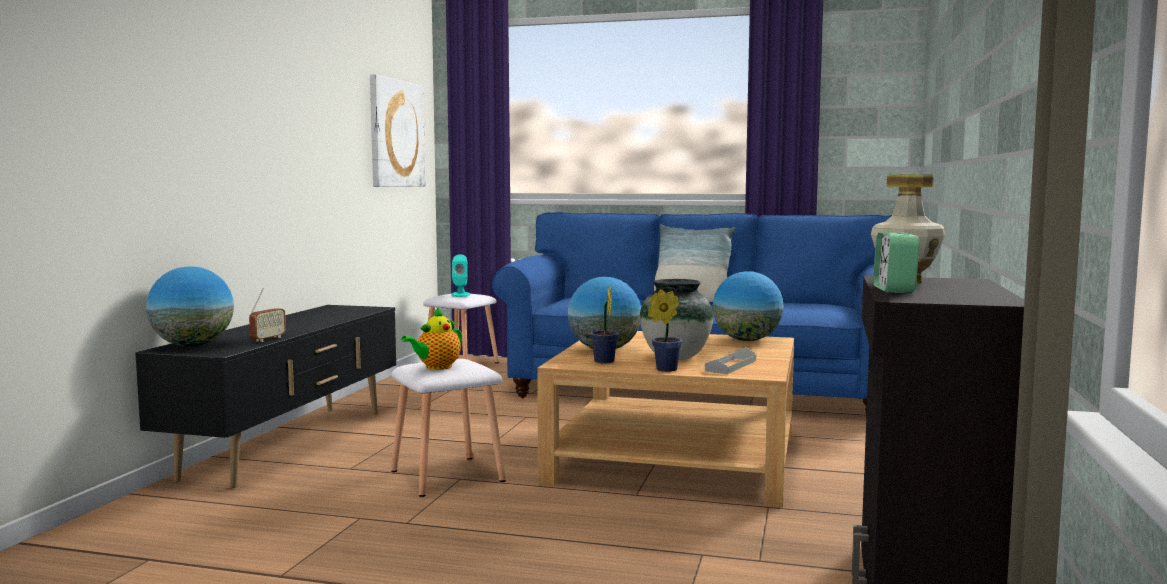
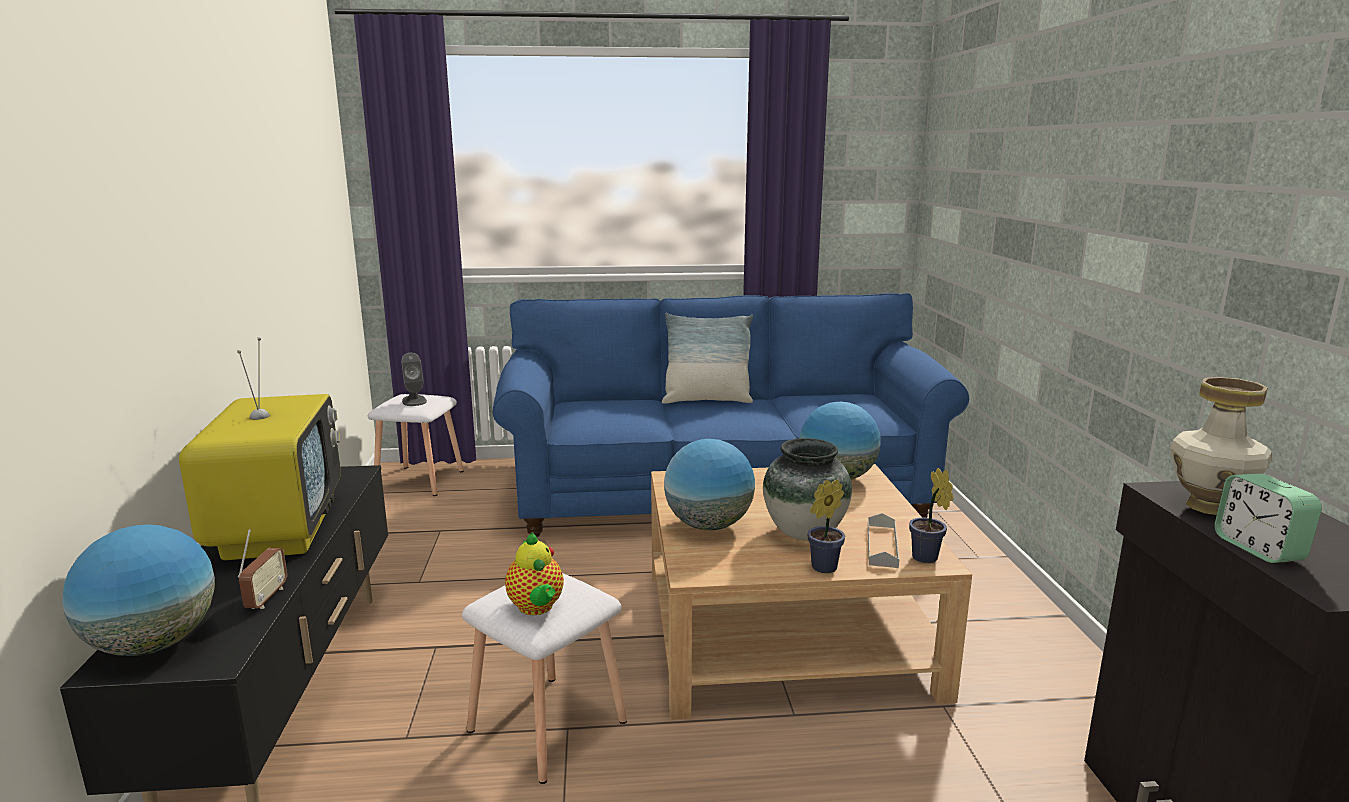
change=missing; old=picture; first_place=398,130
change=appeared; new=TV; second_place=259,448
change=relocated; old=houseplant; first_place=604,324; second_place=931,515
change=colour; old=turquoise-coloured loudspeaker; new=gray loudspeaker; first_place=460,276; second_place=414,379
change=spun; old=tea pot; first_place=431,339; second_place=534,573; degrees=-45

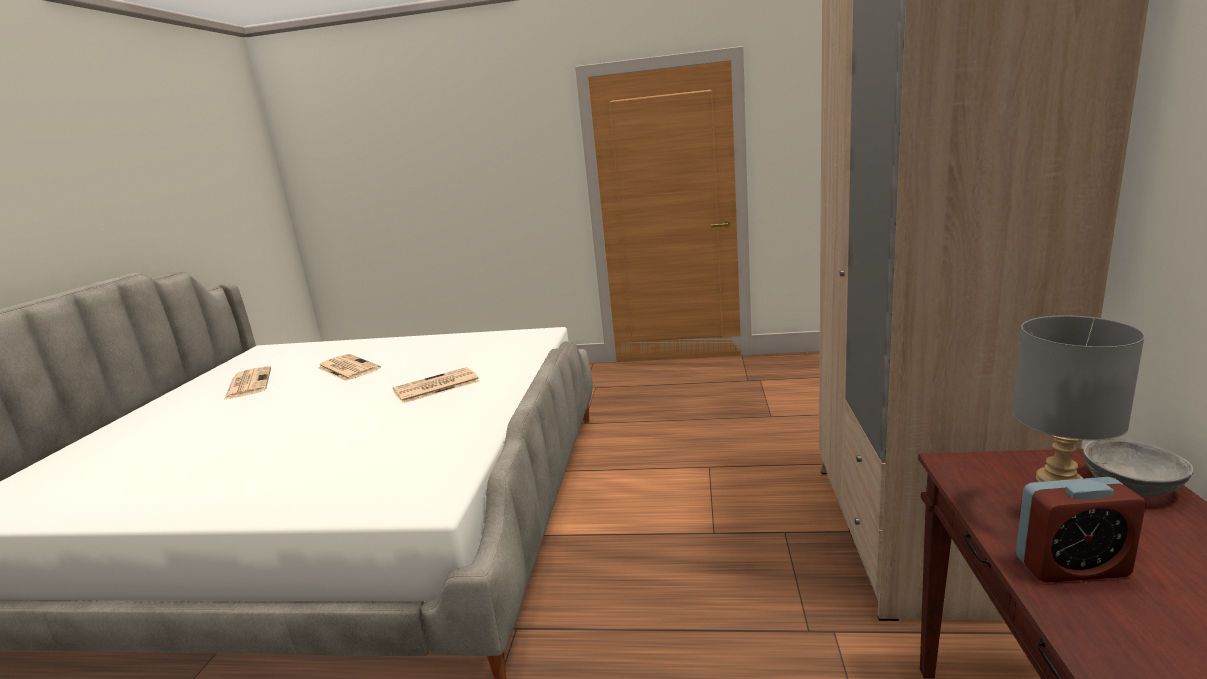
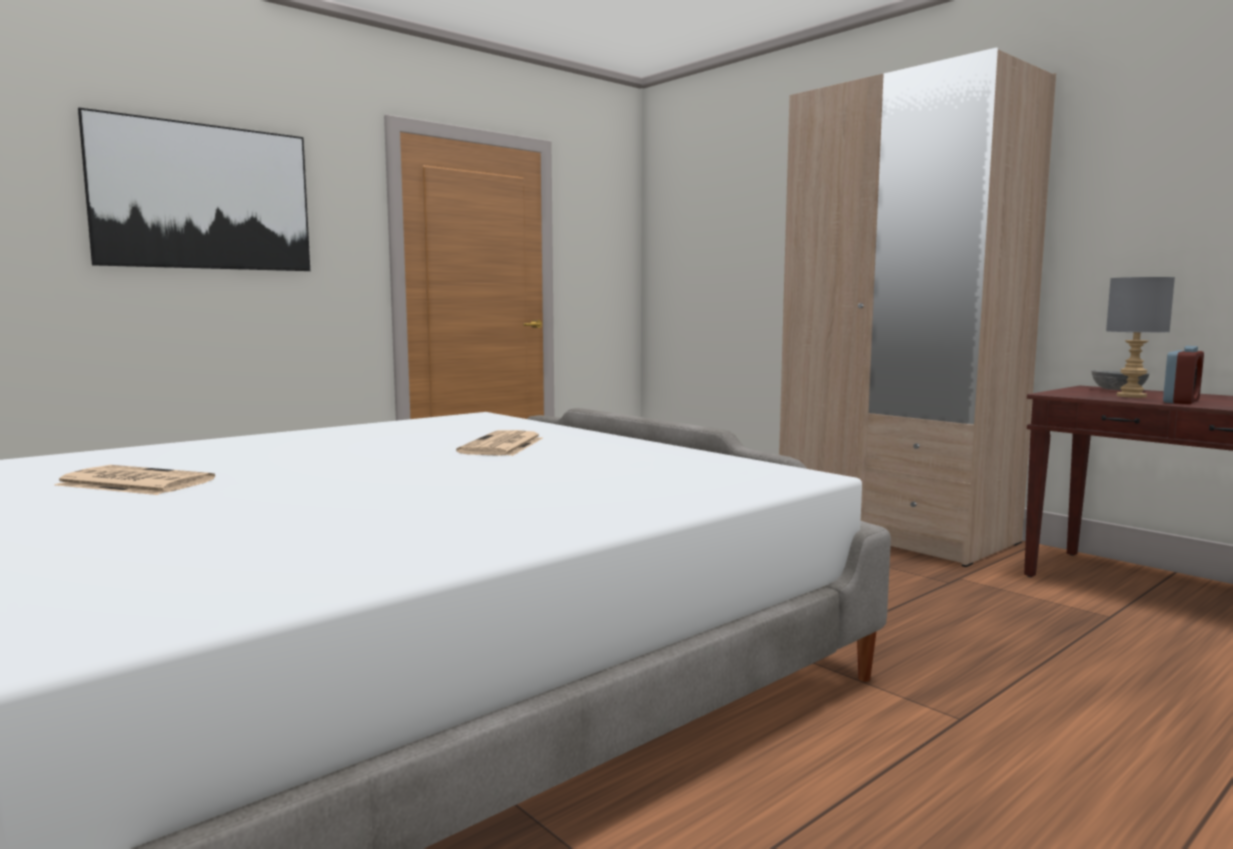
change=missing; old=daily paper; first_place=349,367
change=appeared; new=picture; second_place=194,189

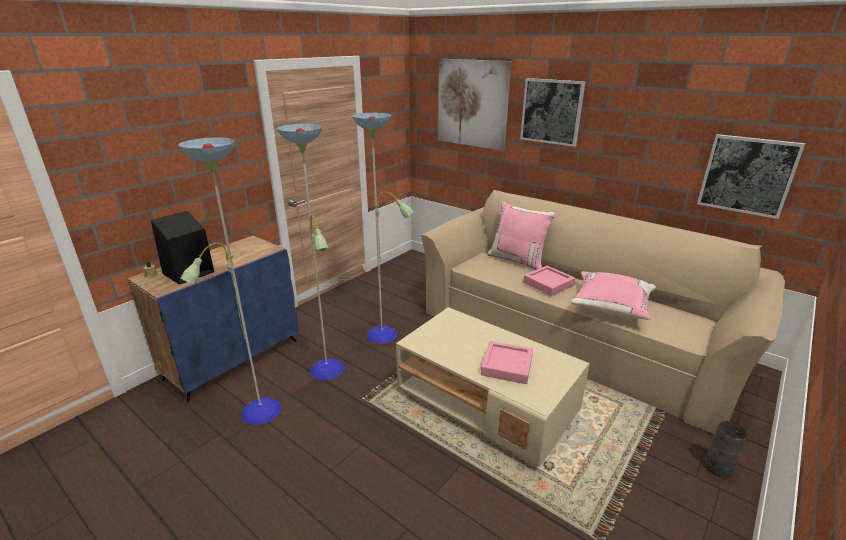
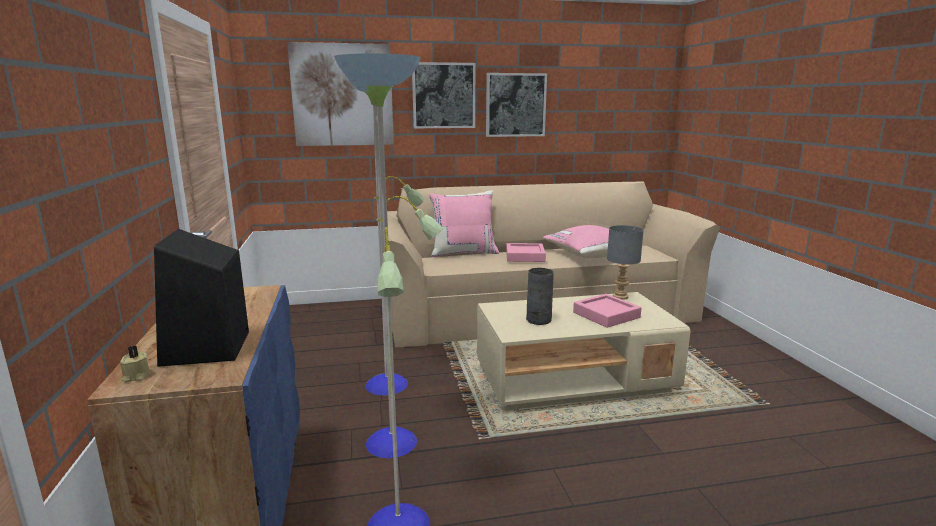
change=appeared; new=gray lamp for a table; second_place=625,262
change=relocated; old=picture; first_place=751,176; second_place=516,105
change=relocated; old=gray flower vase; first_place=726,449; second_place=540,296

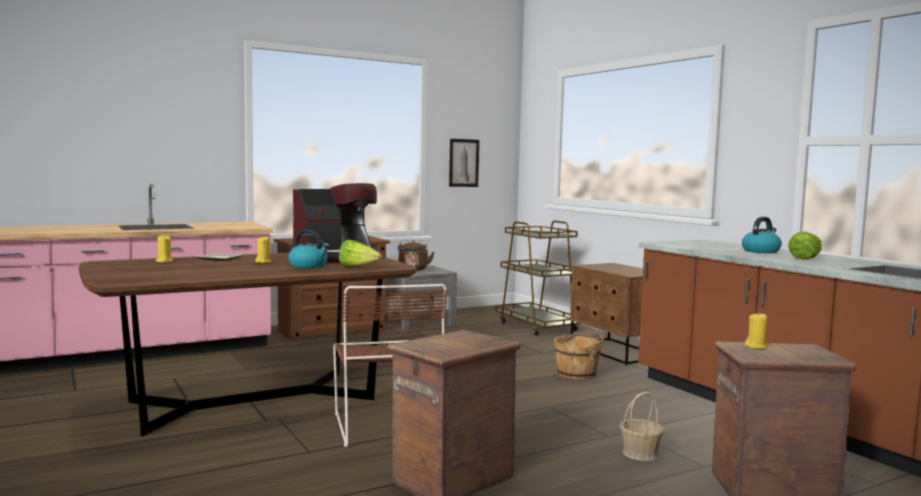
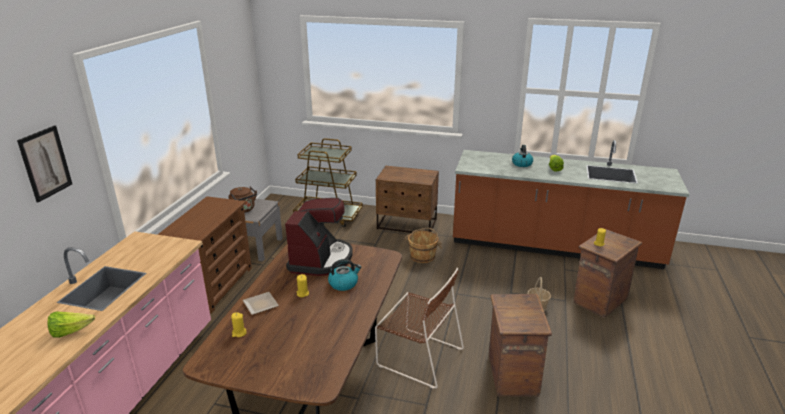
change=relocated; old=lettuce head; first_place=360,253; second_place=71,325
change=relocated; old=picture; first_place=464,163; second_place=44,164

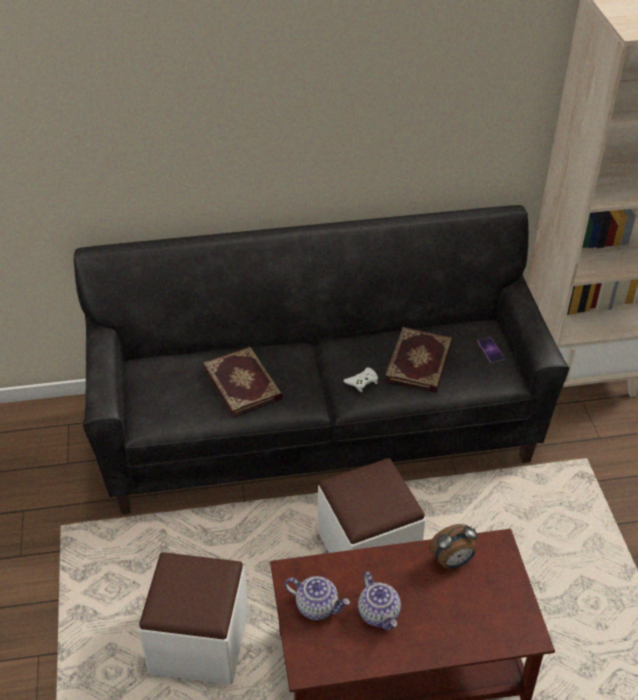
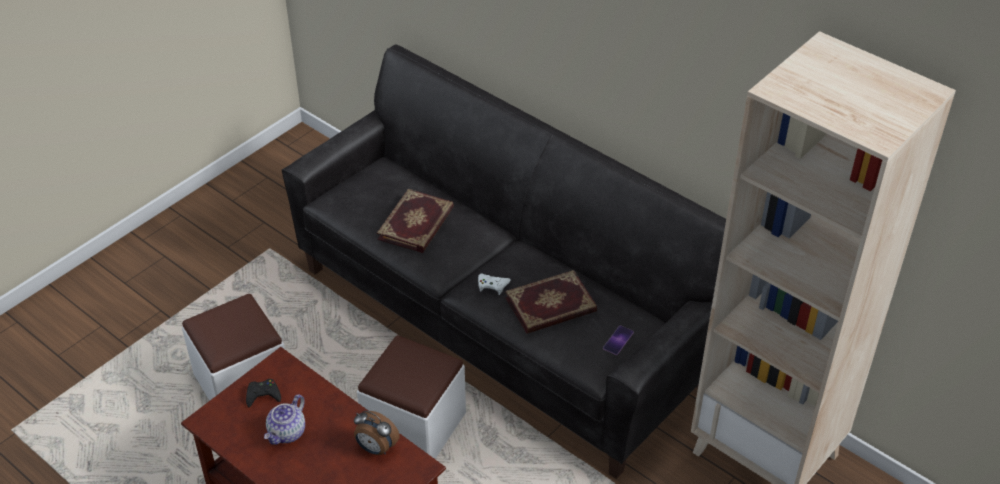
change=exchanged; old=tea pot; new=black joypad; first_place=317,598; second_place=263,393

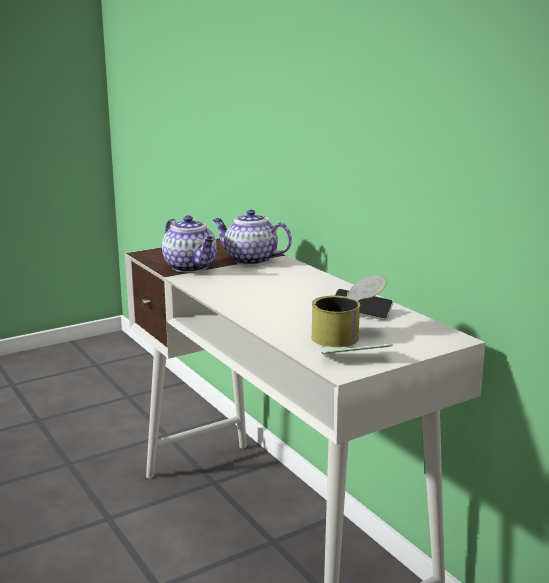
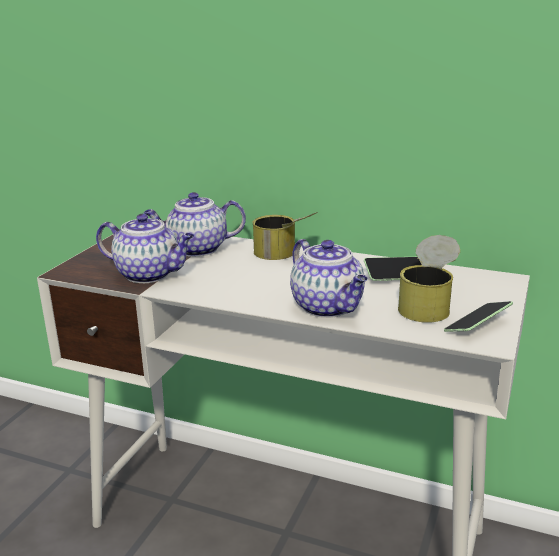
change=appeared; new=can; second_place=285,236
change=appeared; new=tea pot; second_place=329,278

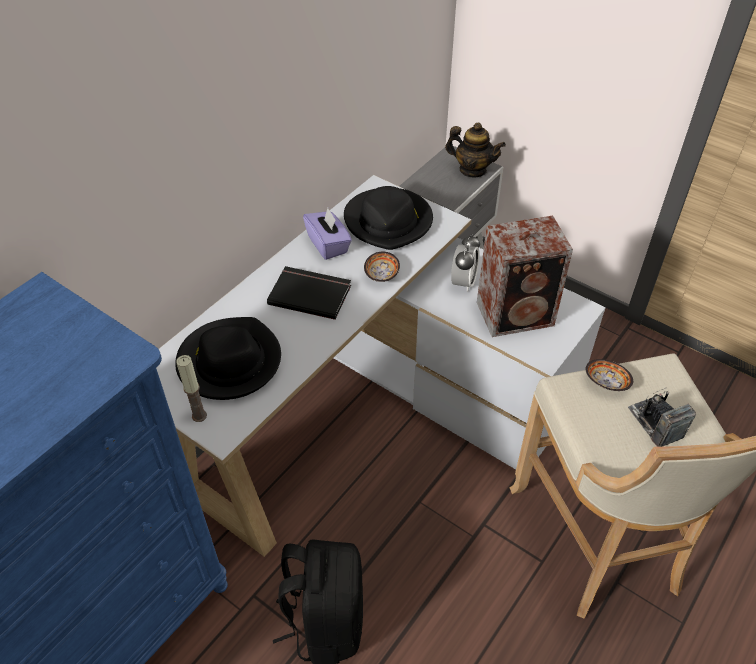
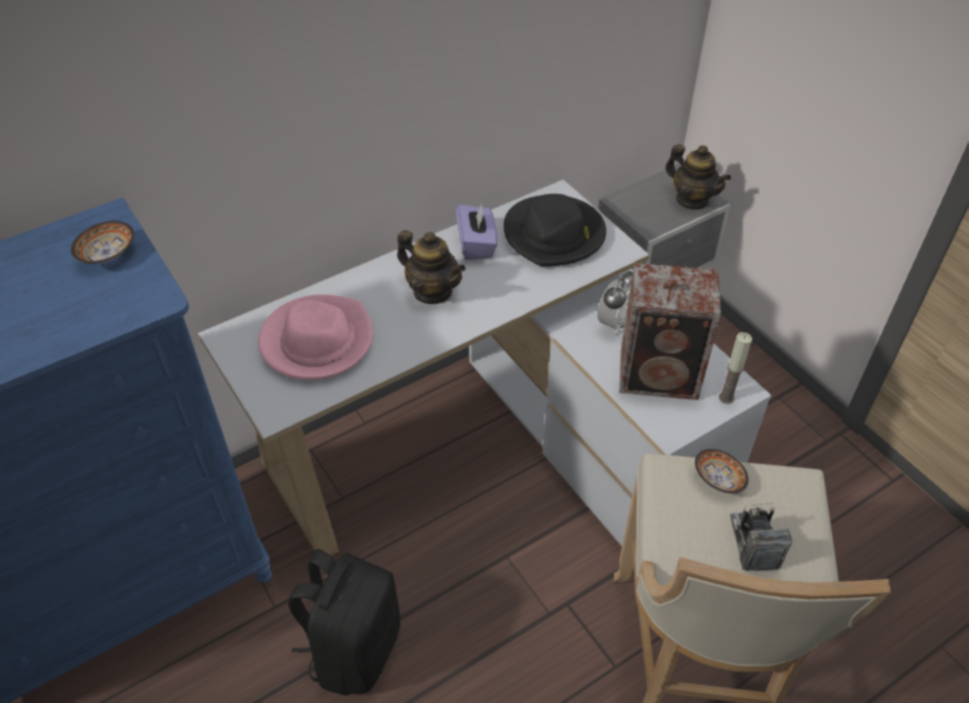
change=relocated; old=wax light; first_place=191,388; second_place=735,368
change=relocated; old=deep dish; first_place=382,267; second_place=102,242
change=exchanged; old=black volume; new=tea pot; first_place=309,293; second_place=431,267
change=colour; old=black hat; new=pink-coloured hat; first_place=228,358; second_place=315,337

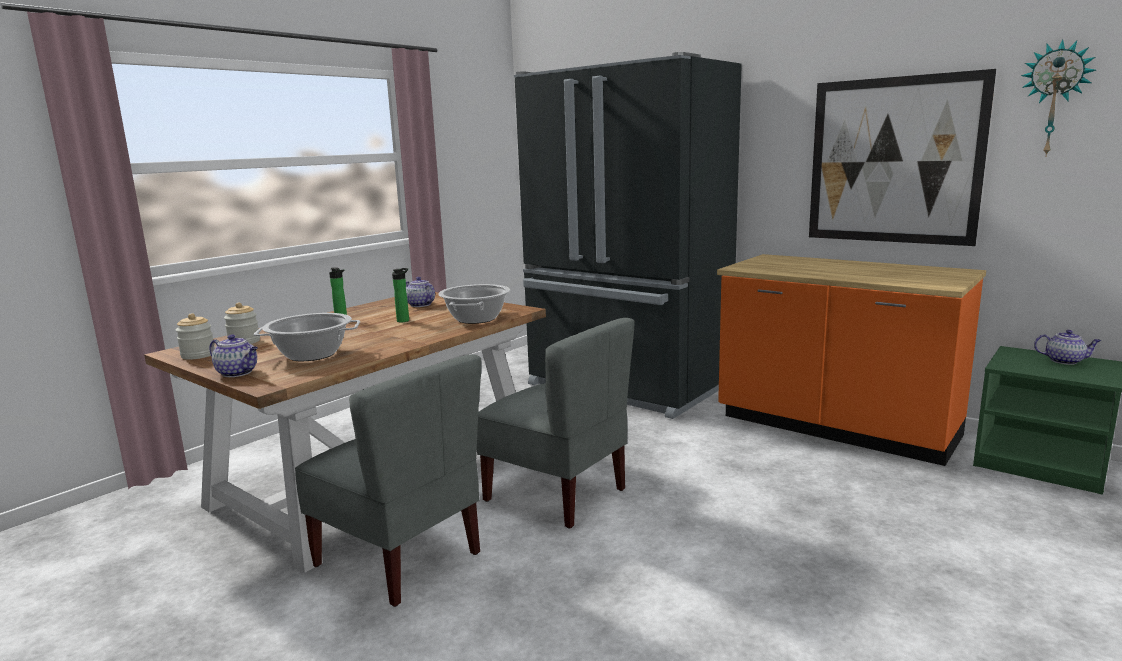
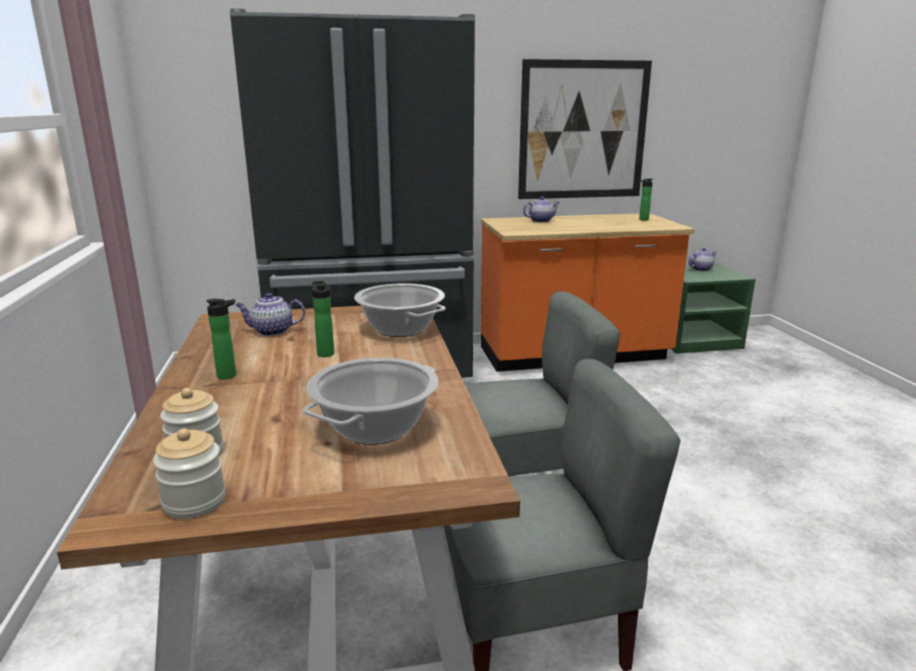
change=missing; old=wall clock; first_place=1058,97
change=appeared; new=beverage bottle; second_place=646,199
change=relocated; old=tea pot; first_place=233,355; second_place=541,210

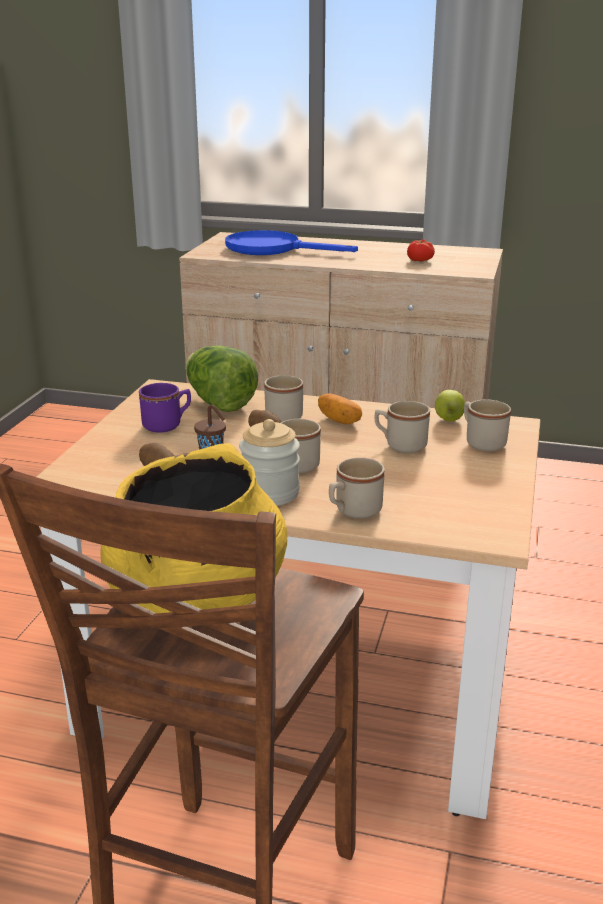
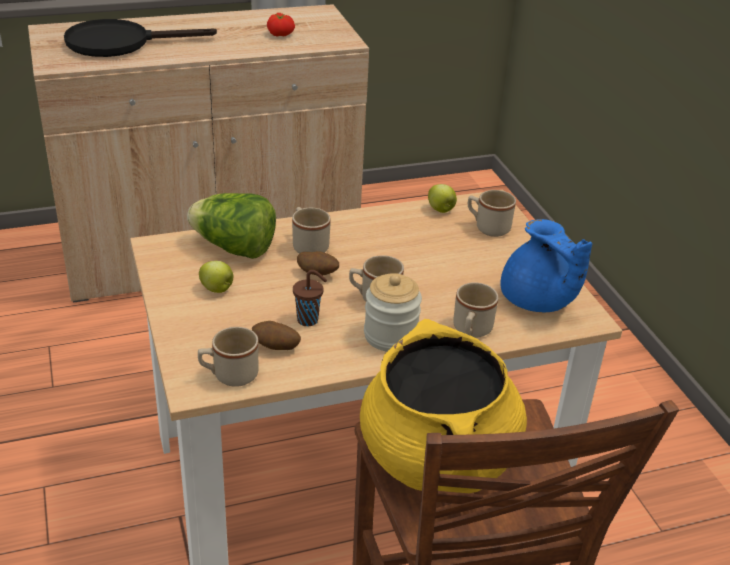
change=missing; old=whole potato; first_place=340,409
change=appeared; new=blue tea pot; second_place=546,265
change=relocated; old=beige coffee mug; first_place=402,427; second_place=228,357
change=exchanged; old=purple-coloured coffee mug; new=apple; first_place=165,408; second_place=216,277
change=colour; old=blue pan; new=black pan; first_place=291,242; second_place=140,38

